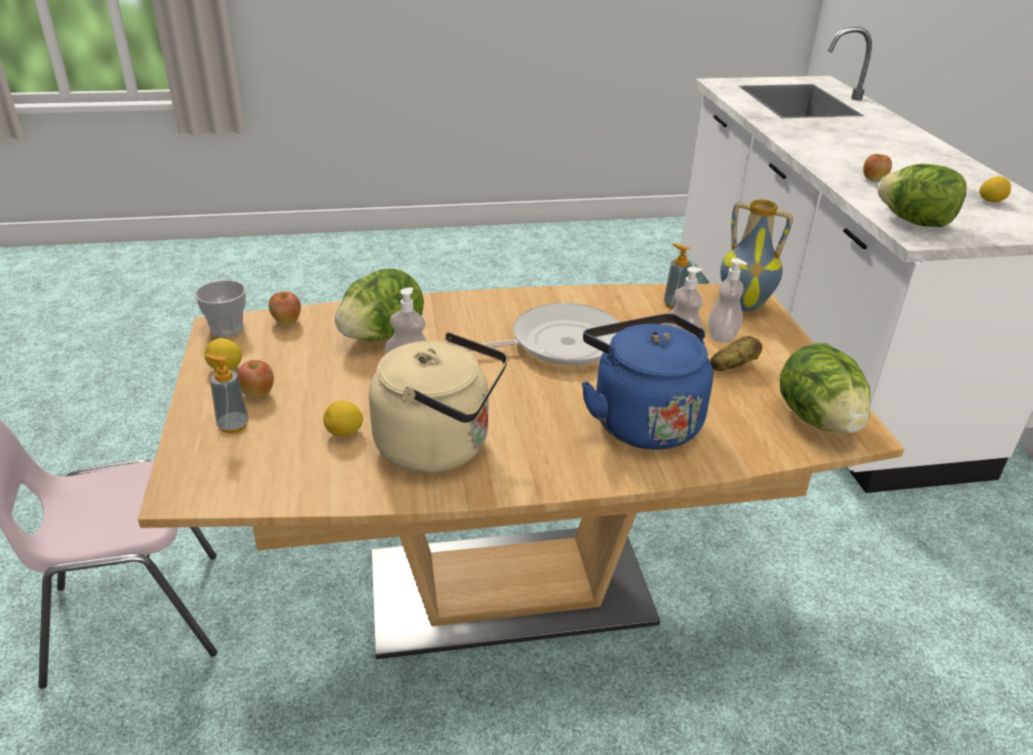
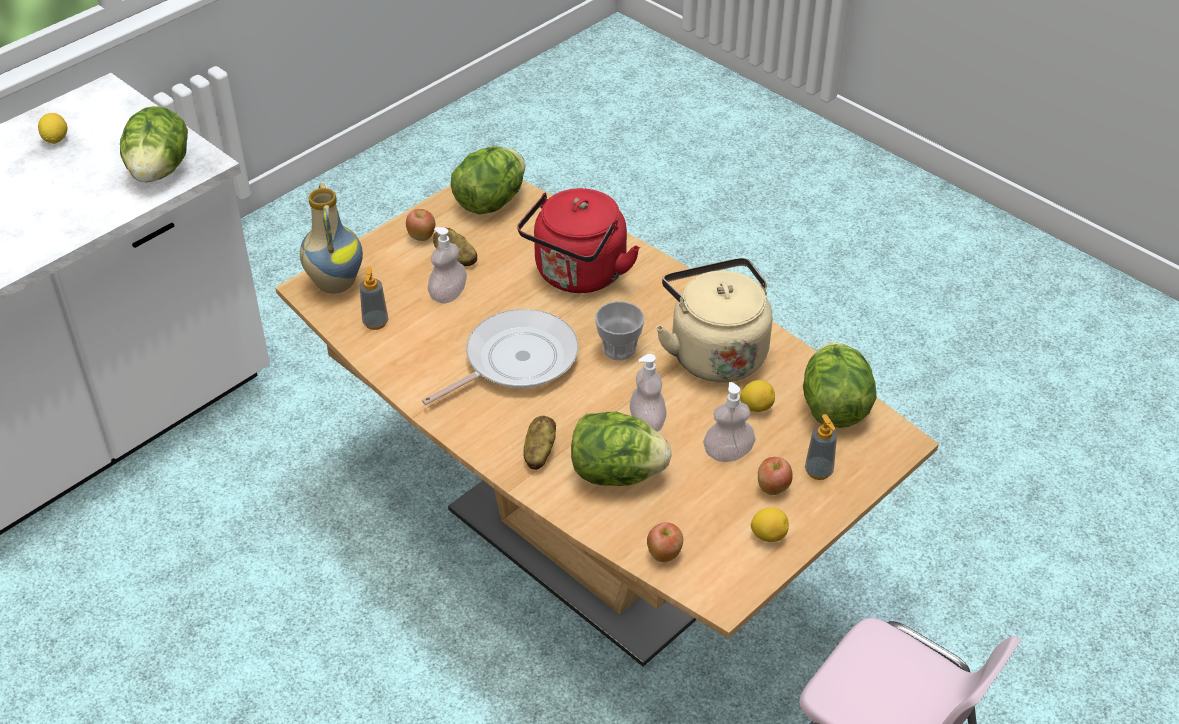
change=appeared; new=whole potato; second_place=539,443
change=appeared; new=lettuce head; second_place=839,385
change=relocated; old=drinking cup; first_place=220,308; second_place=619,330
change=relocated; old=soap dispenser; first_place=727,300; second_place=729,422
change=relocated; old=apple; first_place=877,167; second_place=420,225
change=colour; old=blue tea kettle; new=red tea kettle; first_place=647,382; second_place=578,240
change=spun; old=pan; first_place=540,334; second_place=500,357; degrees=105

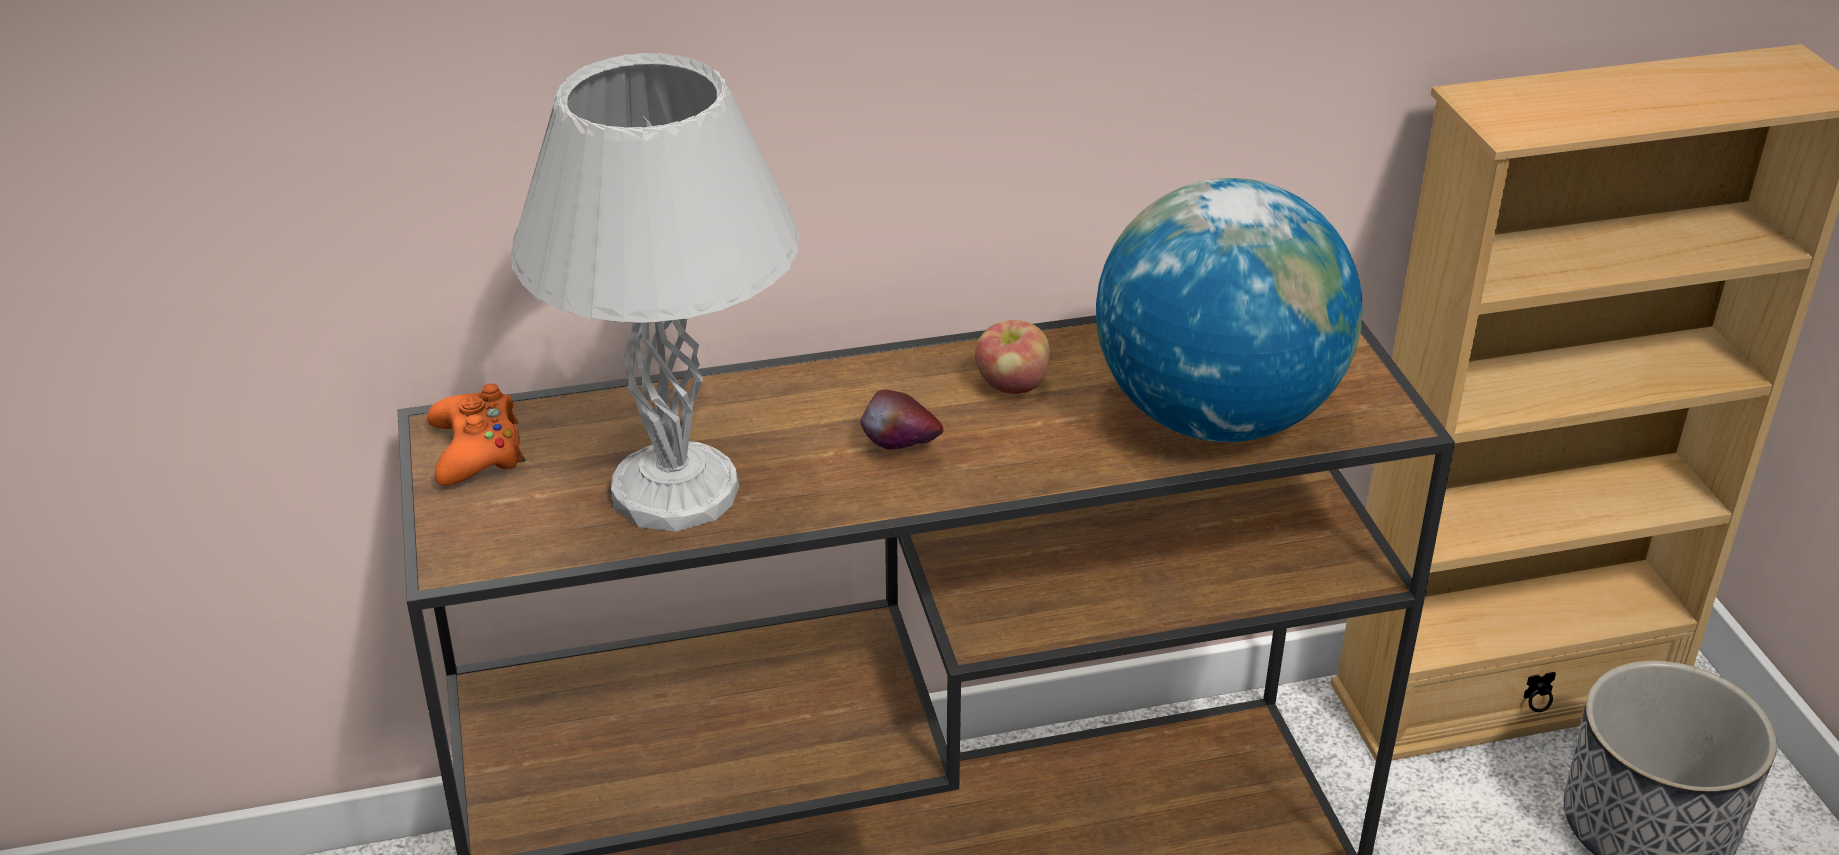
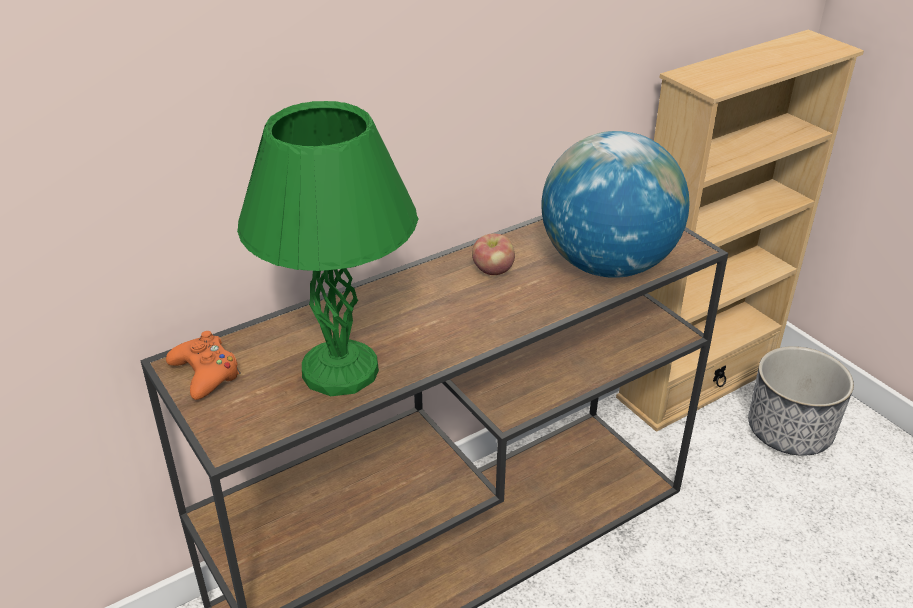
change=missing; old=apple; first_place=901,420
change=colour; old=white-coloured lamp for a table; new=green lamp for a table; first_place=655,292; second_place=327,248

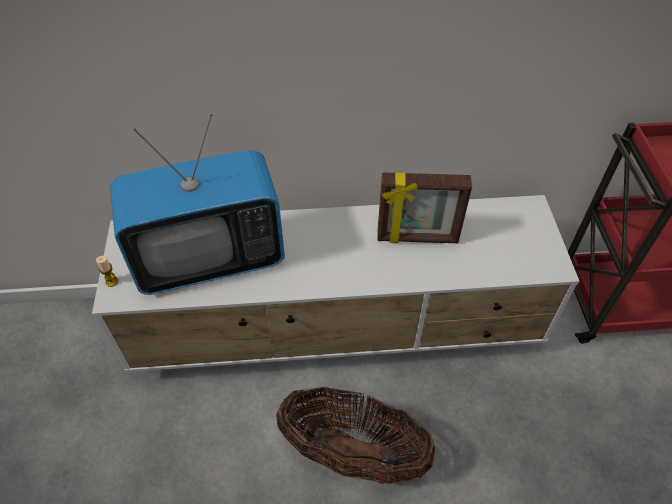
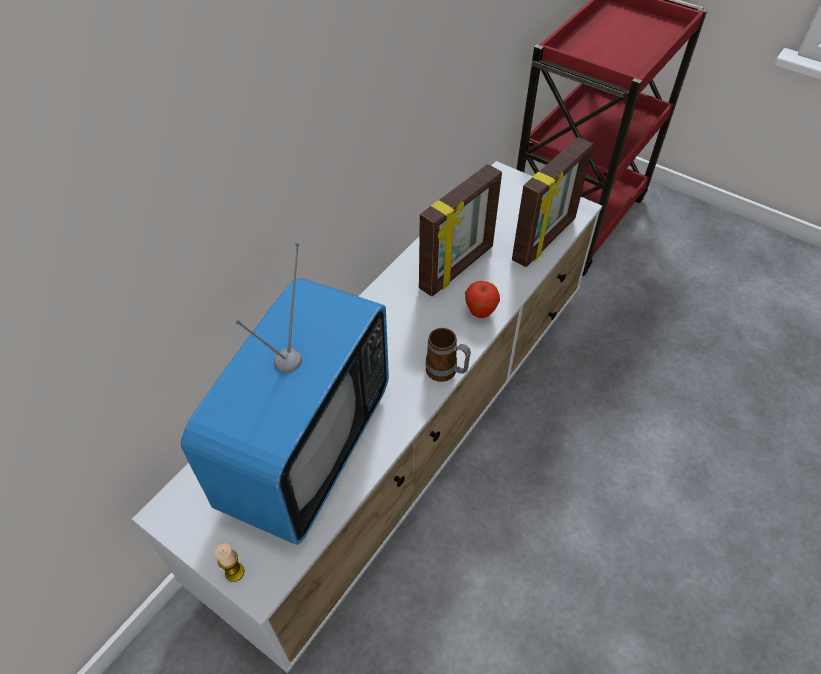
change=missing; old=basket; first_place=355,435
change=appeared; new=coffee mug; second_place=448,355
change=appeared; new=apple; second_place=482,299
change=appeared; new=photo frame; second_place=552,202

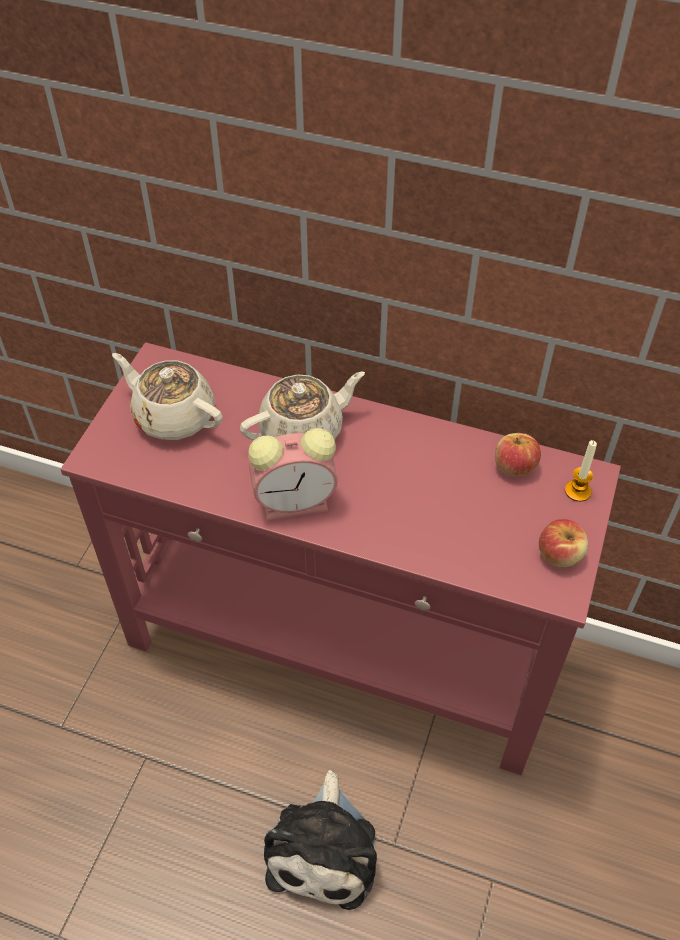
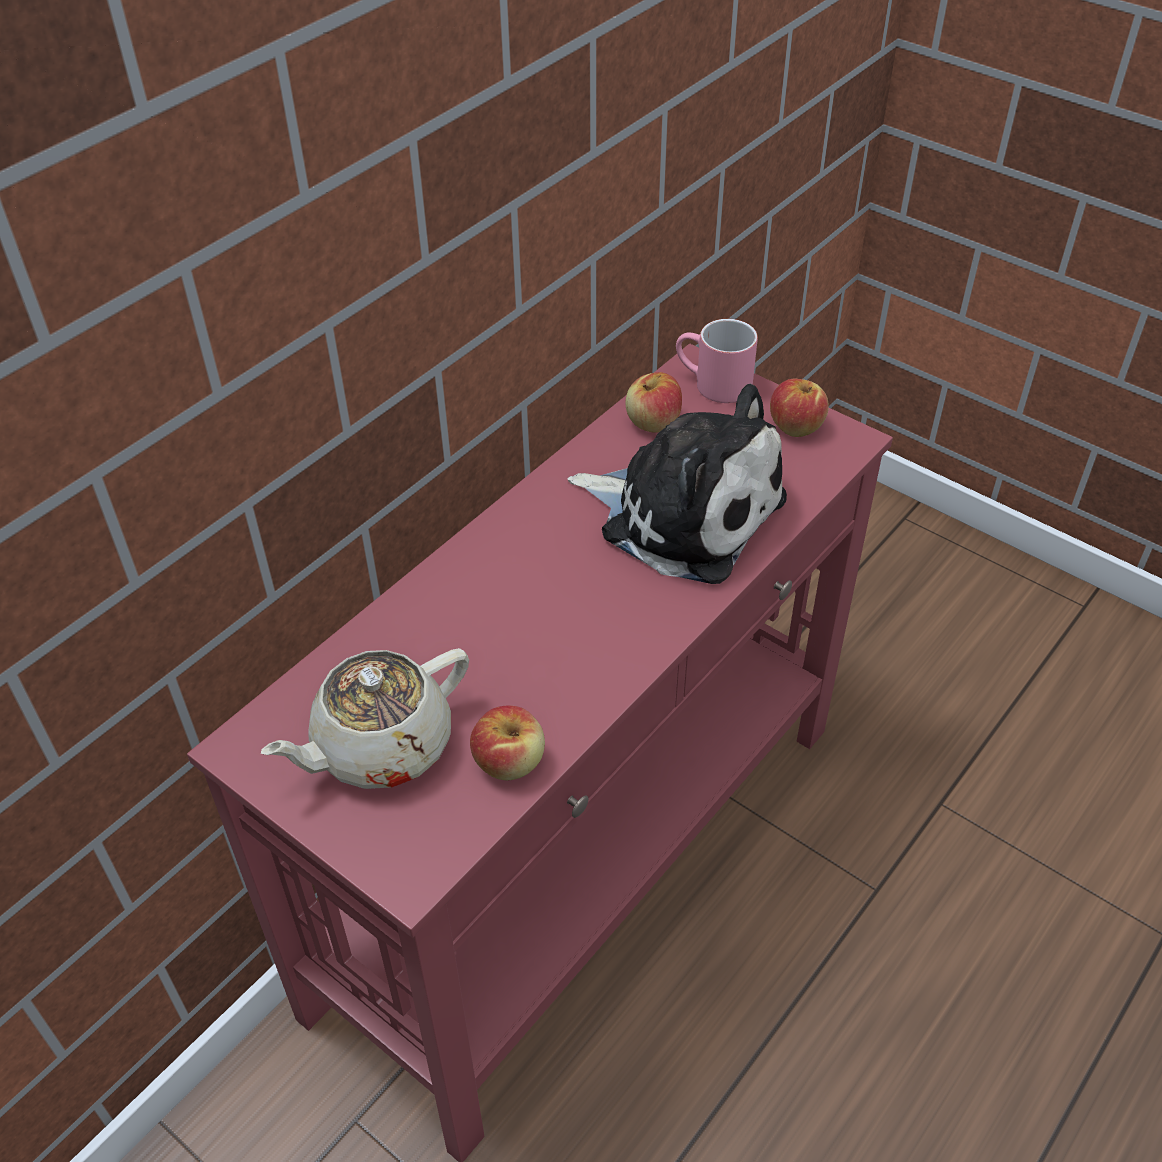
change=missing; old=beige tea pot; first_place=302,405
change=missing; old=alarm clock; first_place=293,474
change=appeared; new=apple; second_place=507,743
change=relocated; old=soft toy; first_place=320,840; second_place=677,484
change=exchanged; old=wax light; new=pink-coloured coffee mug; first_place=581,471; second_place=717,361

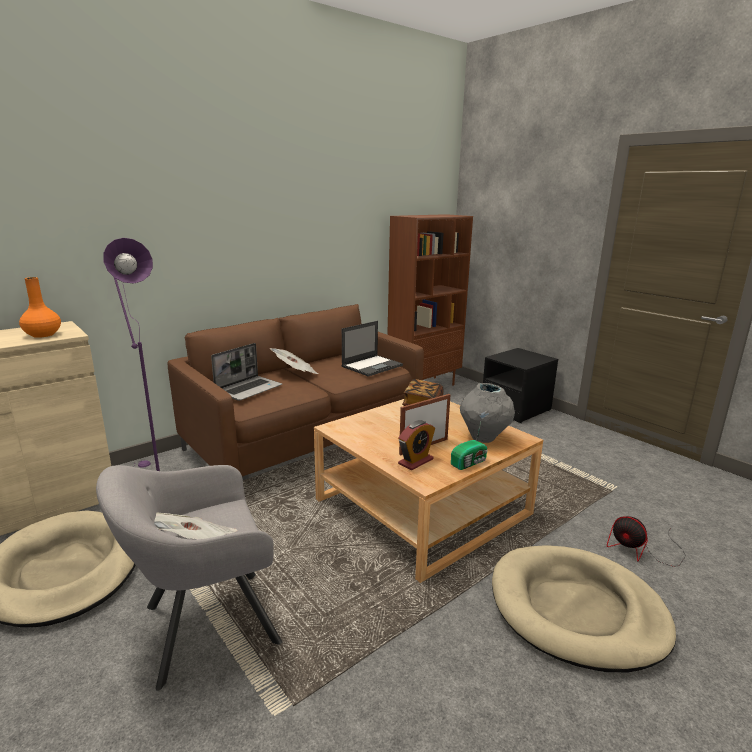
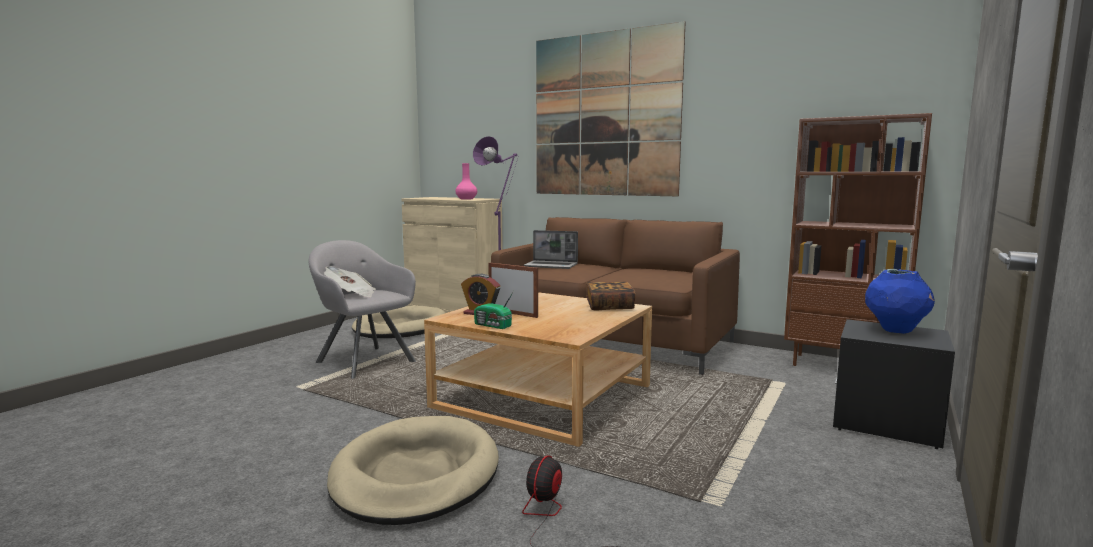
change=missing; old=daily paper; first_place=294,361
change=missing; old=notebook computer; first_place=372,348
change=missing; old=gray flower vase; first_place=487,413
change=appeared; new=picture; second_place=611,108
change=appeared; new=blue flower vase; second_place=900,301
change=colour; old=orange flower vase; new=pink-coloured flower vase; first_place=40,307; second_place=466,181

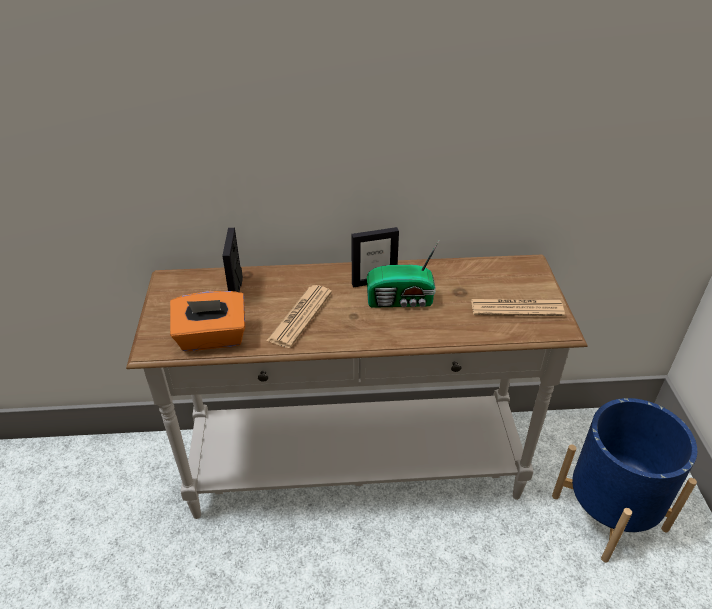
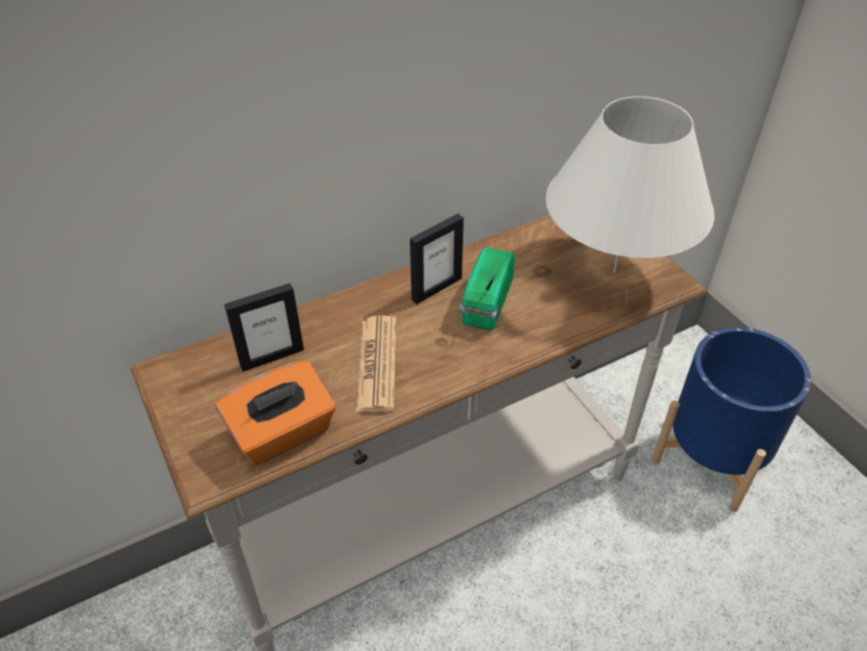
change=exchanged; old=daily paper; new=white-coloured lamp for a table; first_place=518,307; second_place=630,184
change=spun; old=photo frame; first_place=232,260; second_place=264,327; degrees=-90
change=spun; old=radio; first_place=403,273; second_place=486,289; degrees=135

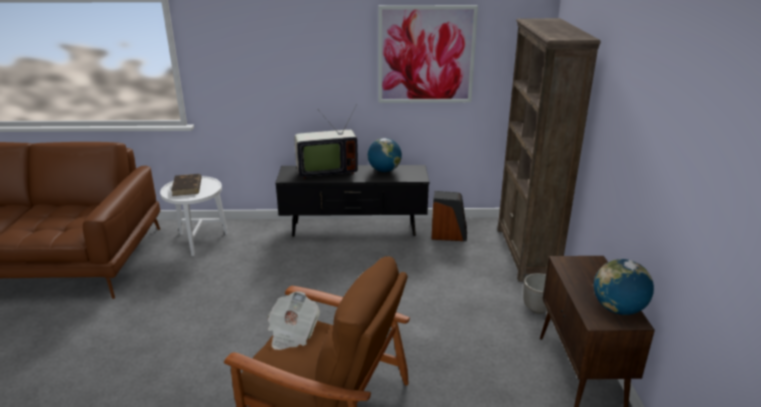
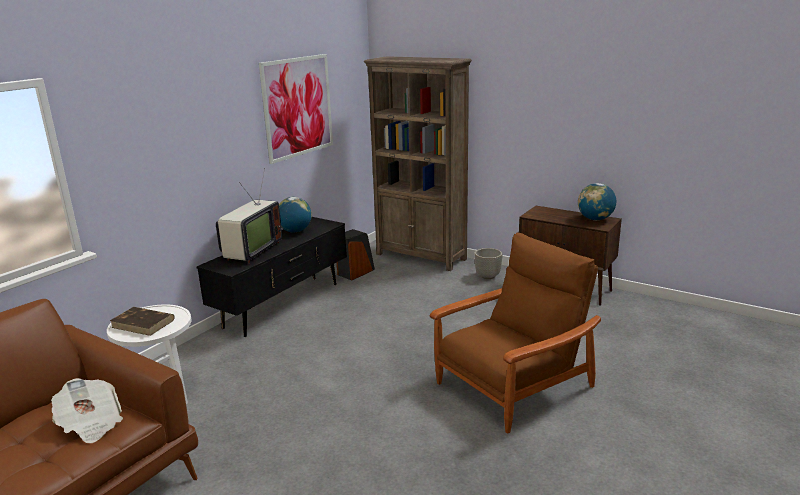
change=relocated; old=daily paper; first_place=293,320; second_place=87,410

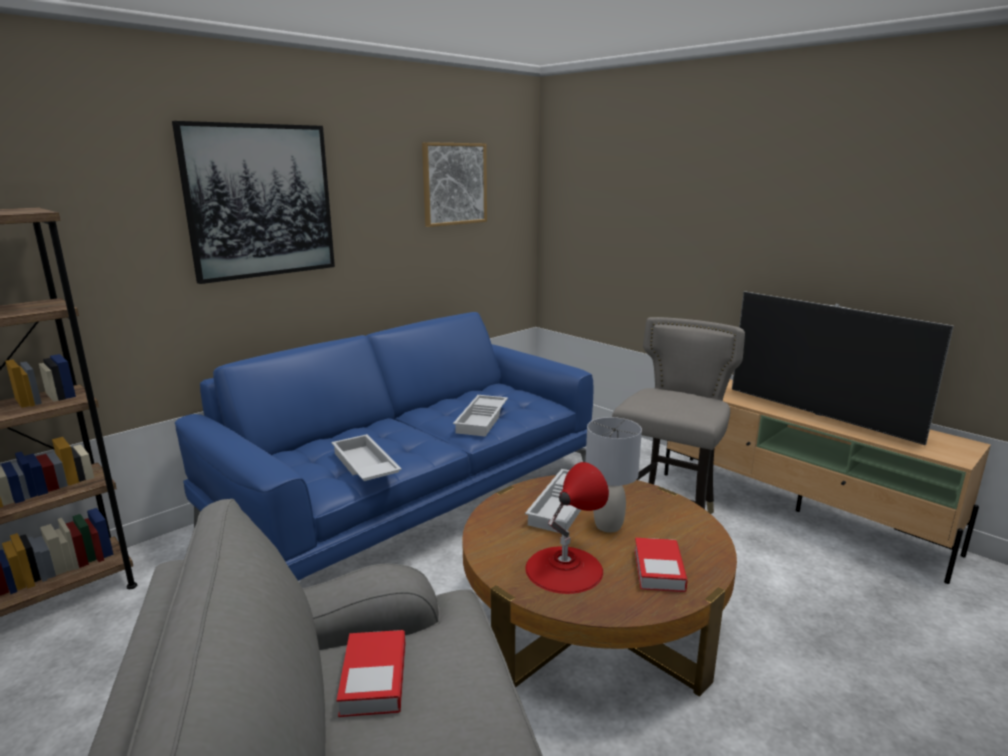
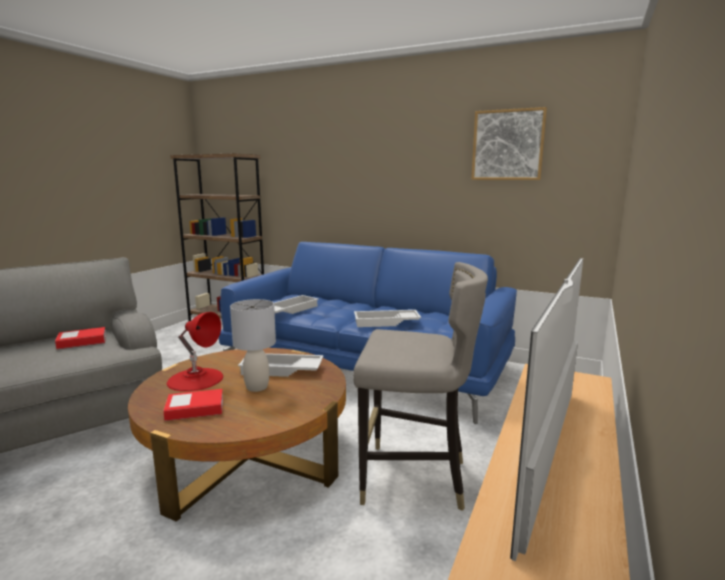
change=missing; old=picture; first_place=253,202

